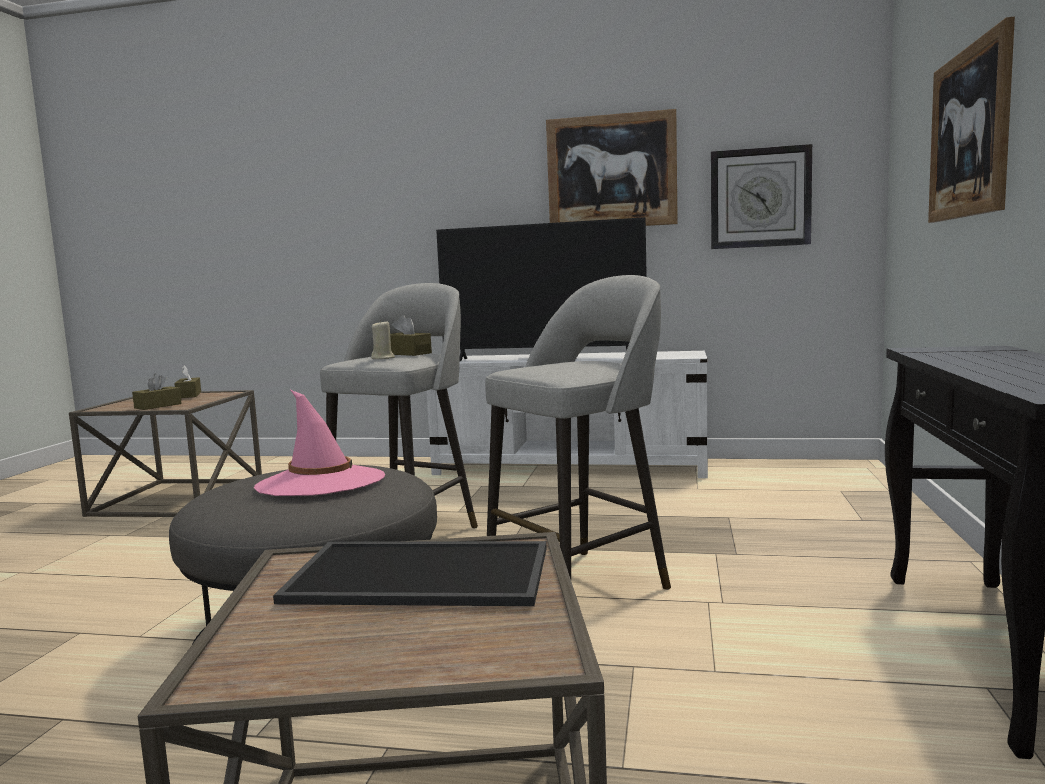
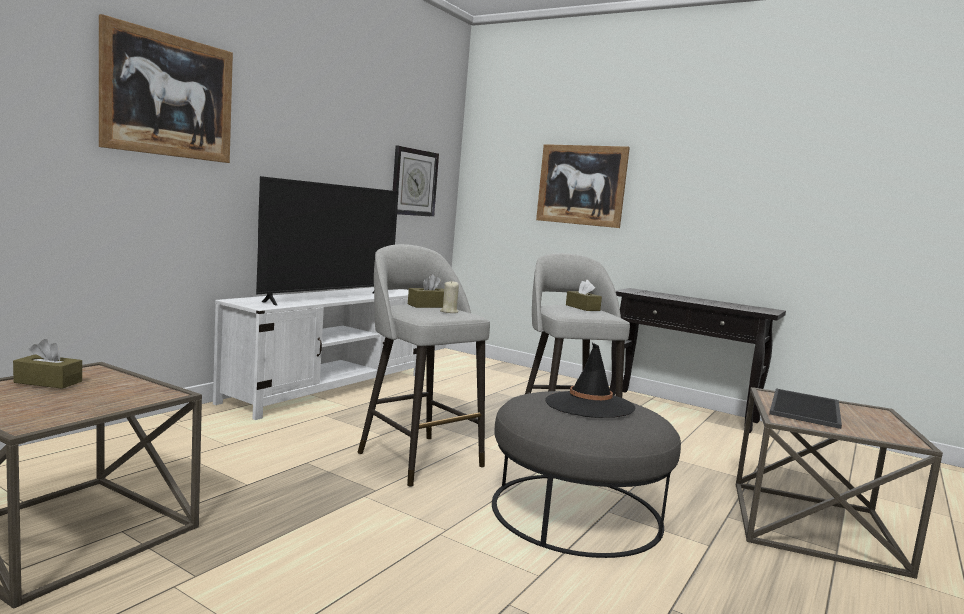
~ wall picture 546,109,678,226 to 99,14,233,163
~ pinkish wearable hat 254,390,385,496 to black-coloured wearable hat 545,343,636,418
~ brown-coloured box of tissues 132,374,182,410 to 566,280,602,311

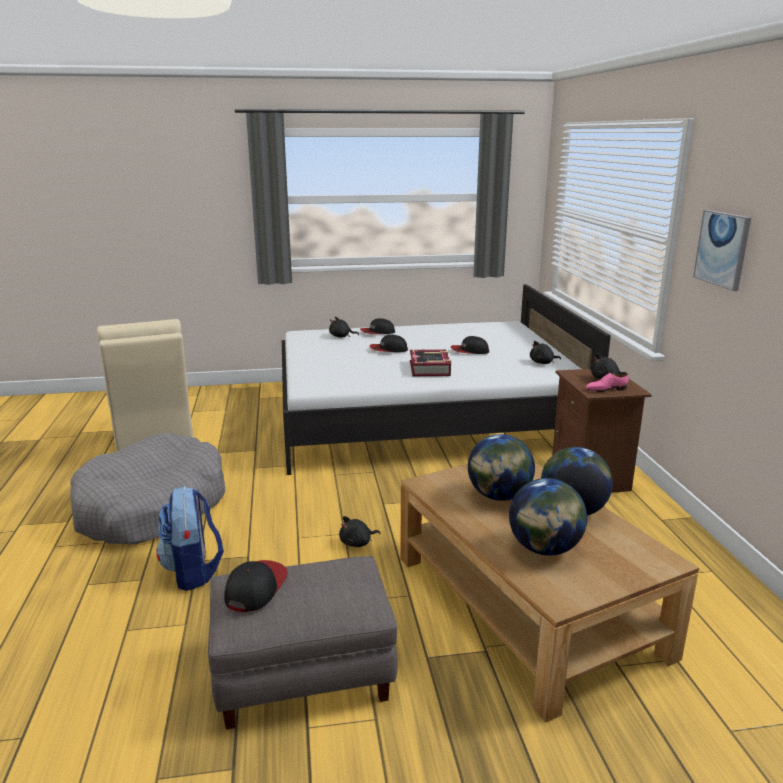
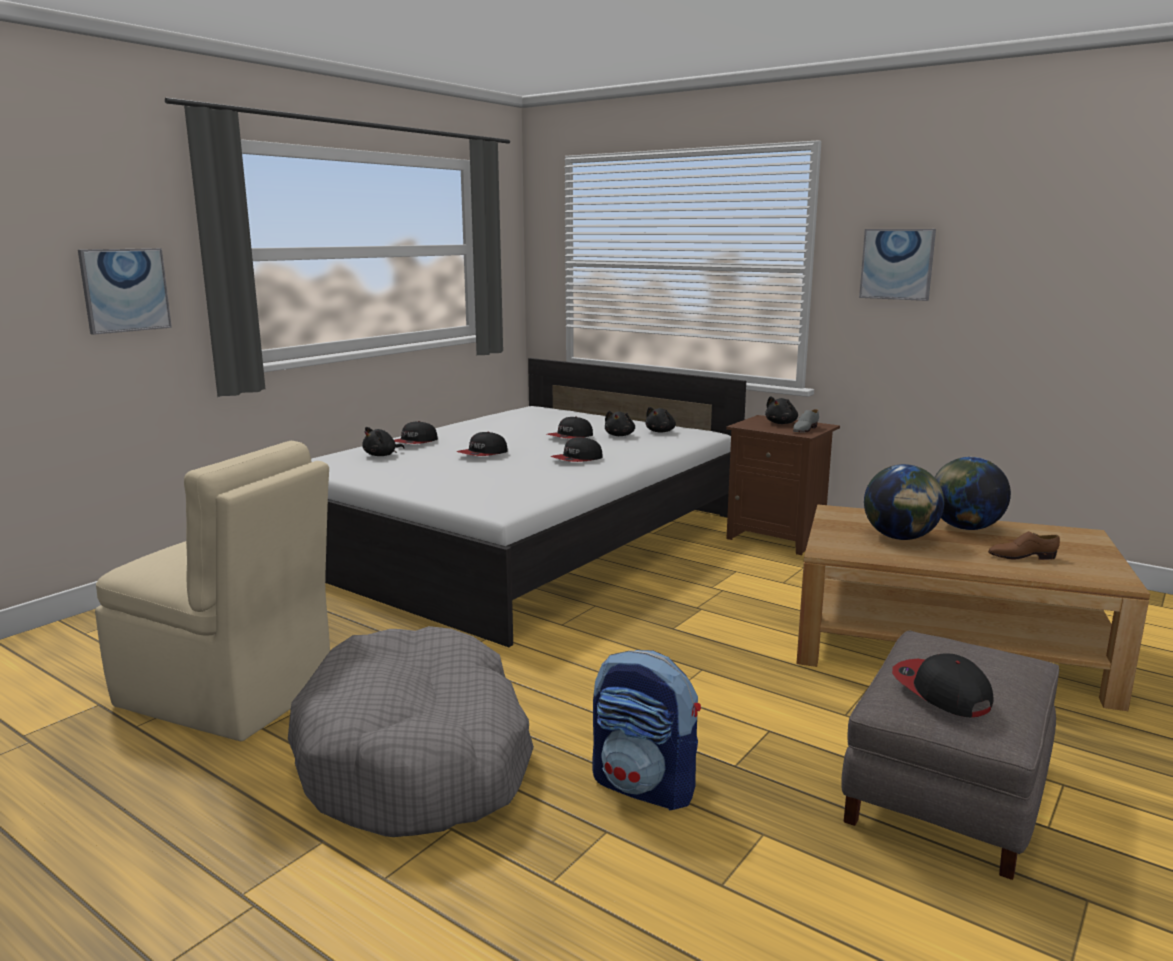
+ wall picture 78,248,172,335
~ volume 410,349,451,376 to peaked cap 551,437,603,462
~ black-coloured soft toy 339,516,380,547 to 605,411,635,436
~ pinkish low shoe 585,373,629,392 to greyish low shoe 793,409,819,433
~ globe 509,478,587,556 to brown-coloured low shoe 988,531,1060,560

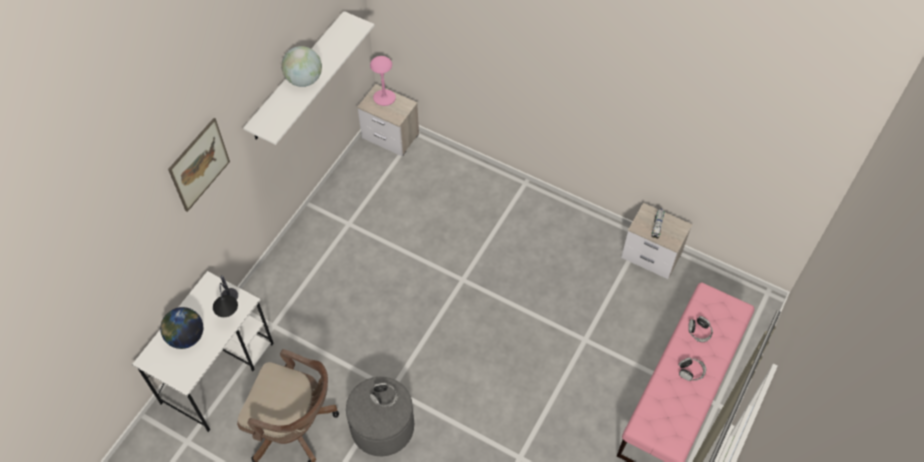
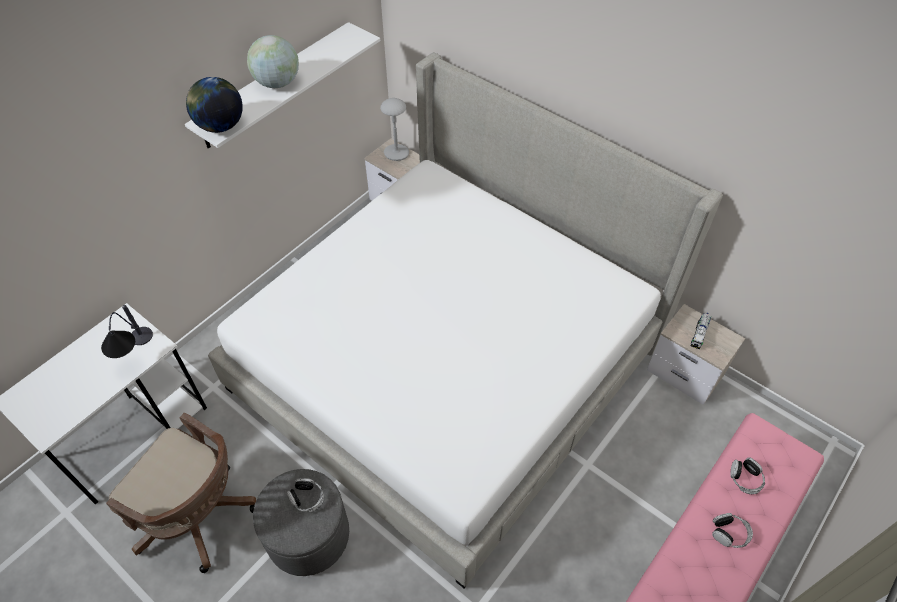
~ globe 160,307,203,349 to 186,77,243,133
+ bedroom bed 208,52,723,588
~ pinkish table lamp 370,56,396,106 to greyish table lamp 380,98,409,161
- wall picture 168,118,230,212

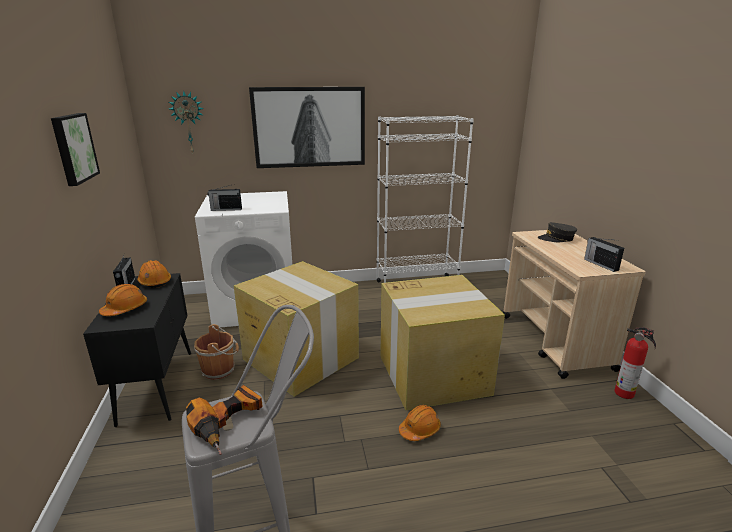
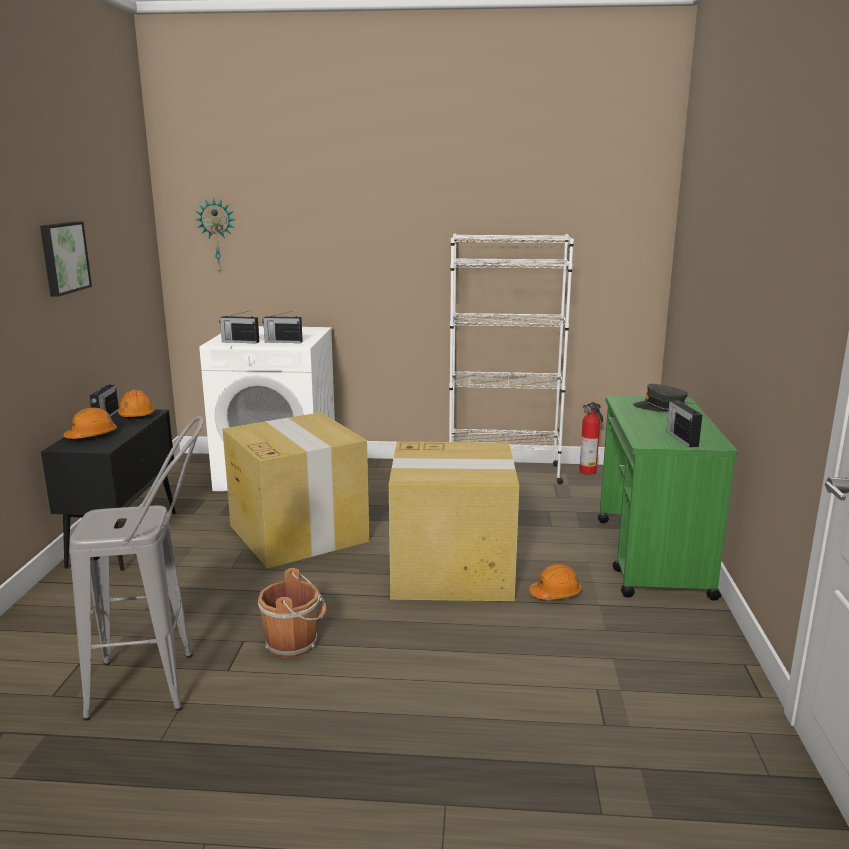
~ brown-coloured bucket 194,324,239,380 to 258,568,327,657
+ radio set 262,311,303,343
~ orange hard hat 399,405,441,441 to 529,564,582,600
~ fire extinguisher 614,327,656,399 to 579,402,603,475
~ beige-coloured wheeled cart 503,230,646,379 to green wheeled cart 598,396,738,601
- electric drill 186,385,263,455
- wall picture 249,87,365,168

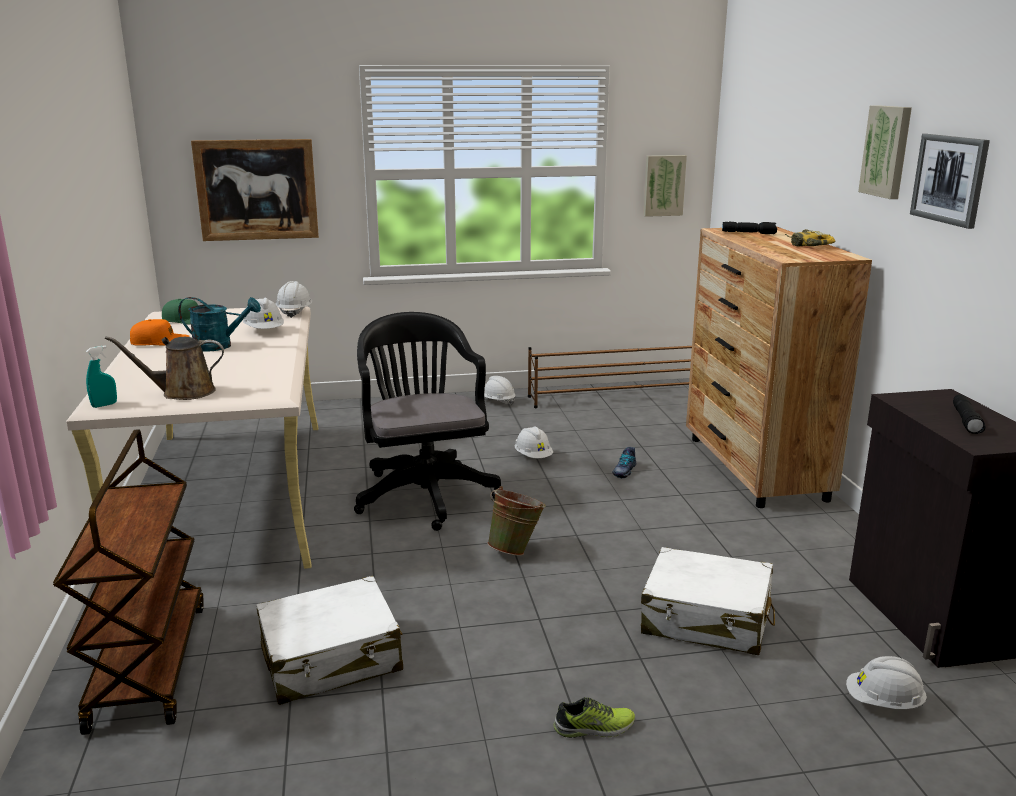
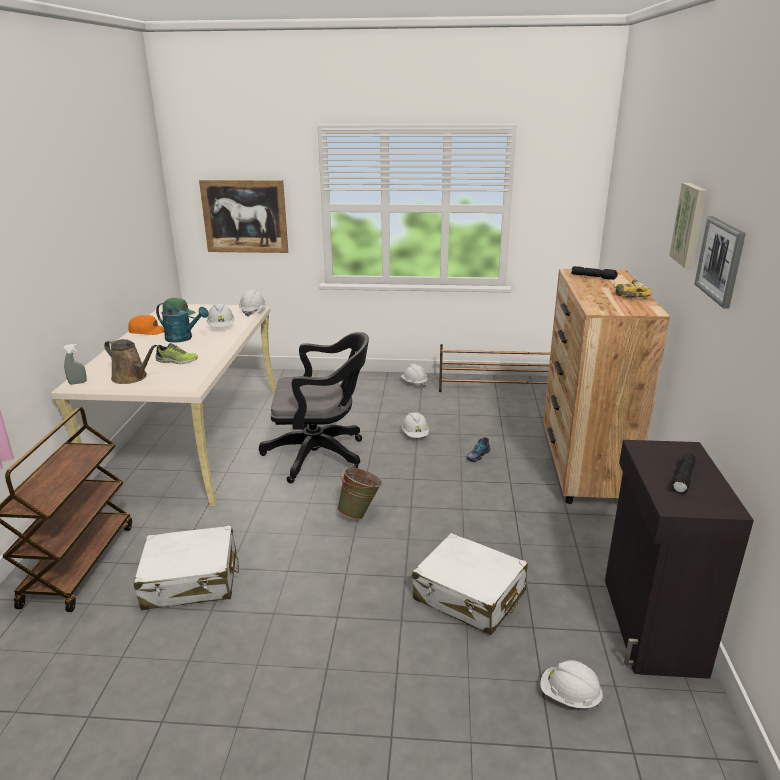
~ blue-green spray bottle 86,346,117,408 to greyish spray bottle 63,344,87,385
~ brown-coloured sprinkling can 105,336,224,400 = 104,339,157,384 150 degrees counterclockwise
~ low shoe 554,697,635,738 to 155,343,198,364
~ black-coloured office chair 354,312,501,531 = 259,332,369,484 90 degrees clockwise
- wall picture 643,155,687,217

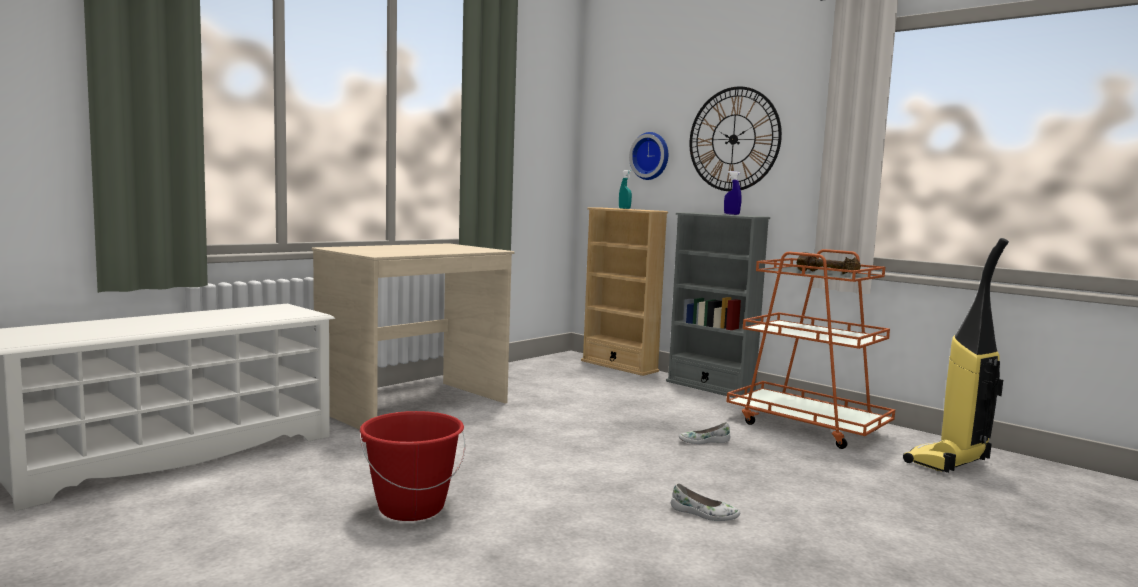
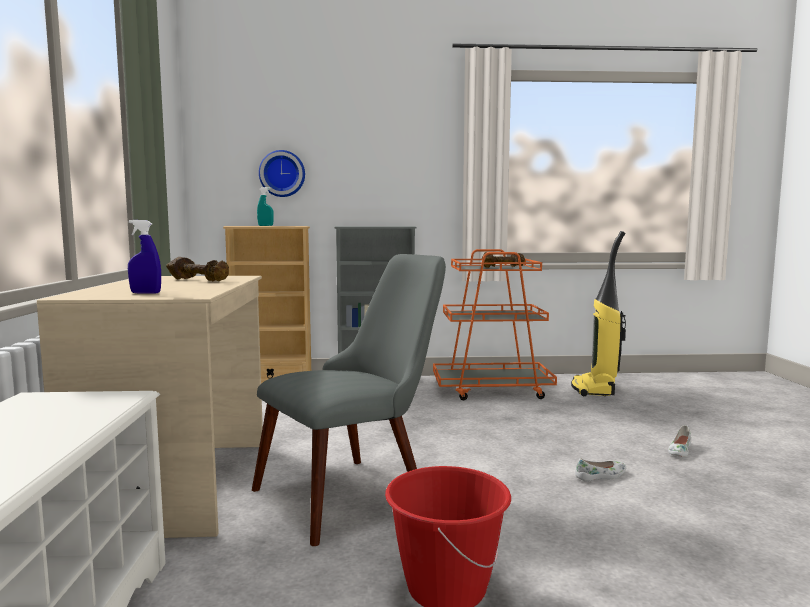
~ bluish spray bottle 724,171,741,215 to 128,220,161,294
+ brown-coloured dumbbell 166,257,229,281
+ greyish upright chair 252,254,446,546
~ white low shoe 679,422,730,444 to 668,425,691,457
- wall clock 689,86,782,191

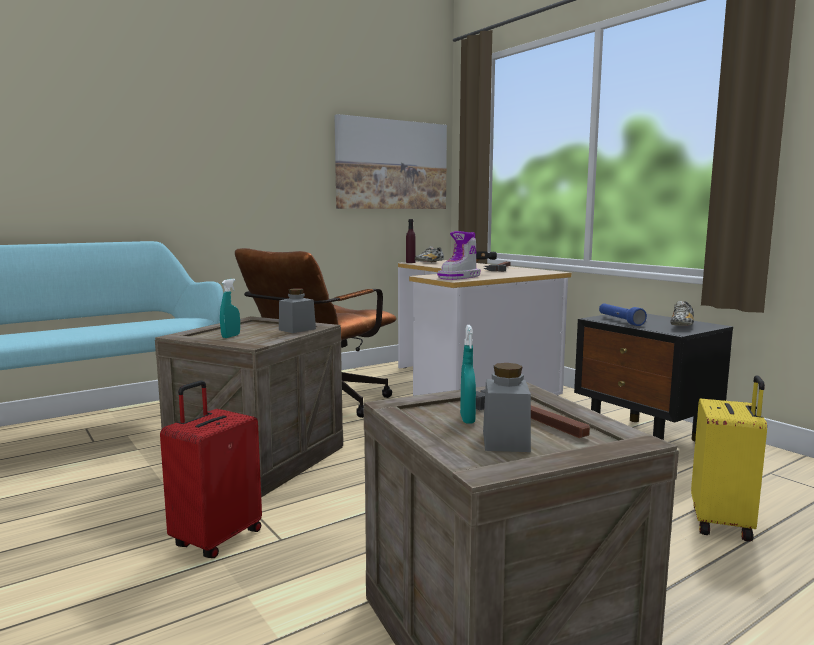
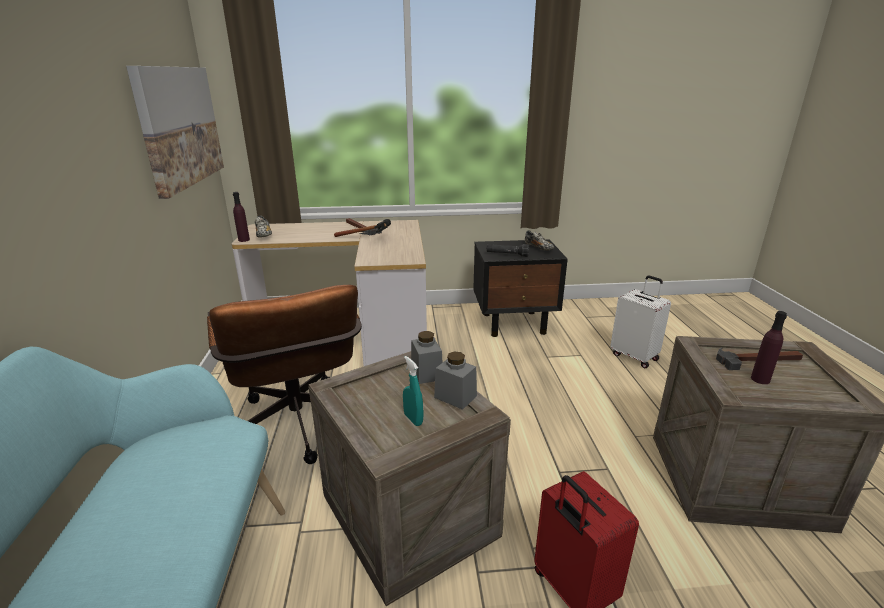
~ greyish storage jar 483,363,531,452 to 434,351,477,410
~ bluish hand torch 599,304,647,326 to black-coloured hand torch 487,244,529,257
~ yellow piece of luggage 691,375,767,542 to white piece of luggage 610,275,671,368
~ blue-green spray bottle 460,325,476,424 to purple-coloured beverage bottle 751,311,787,384
- tall boot 437,231,480,280

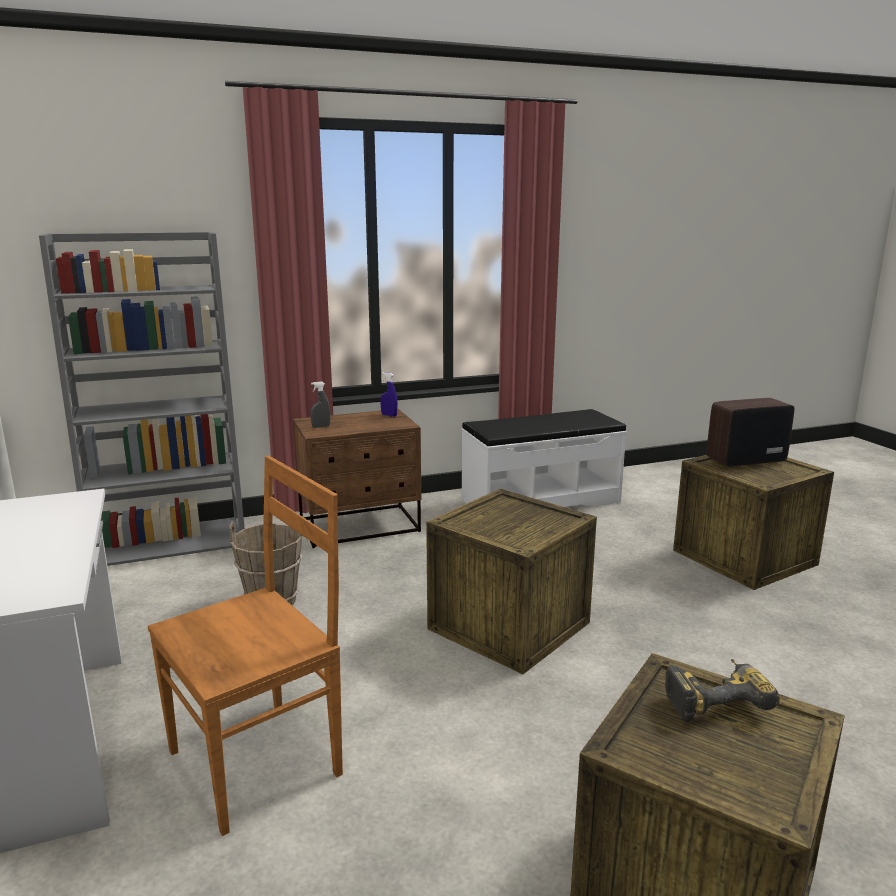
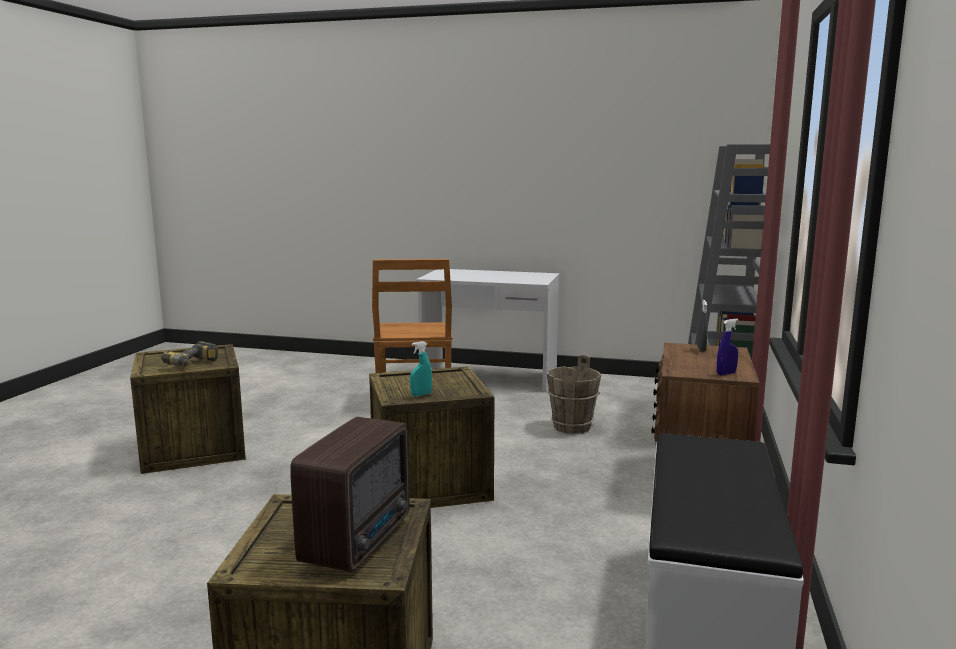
+ blue-green spray bottle 410,341,432,396

